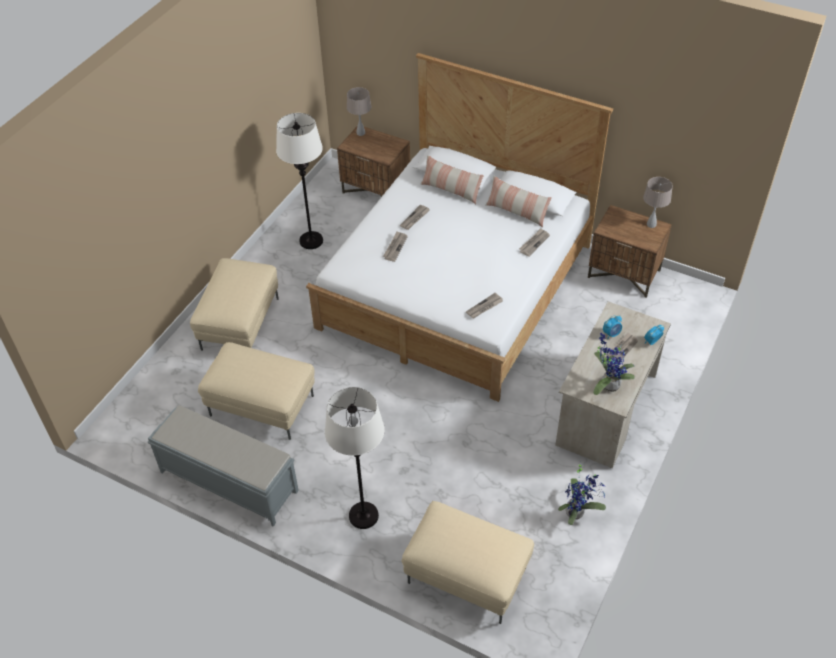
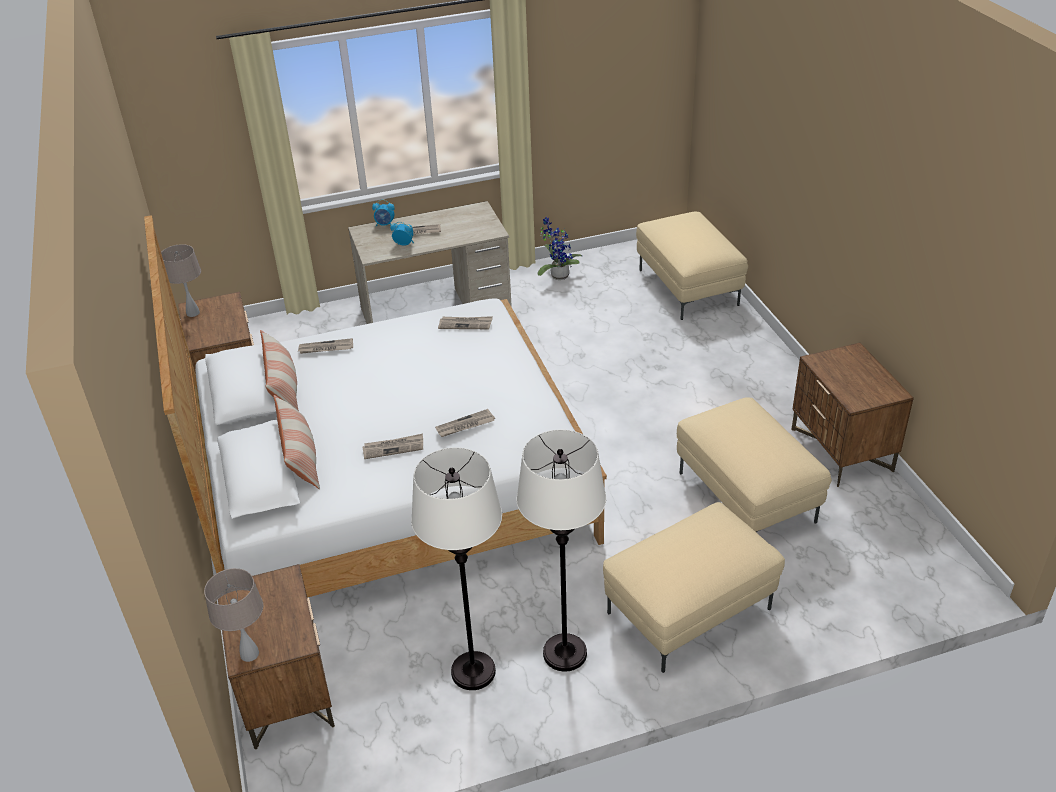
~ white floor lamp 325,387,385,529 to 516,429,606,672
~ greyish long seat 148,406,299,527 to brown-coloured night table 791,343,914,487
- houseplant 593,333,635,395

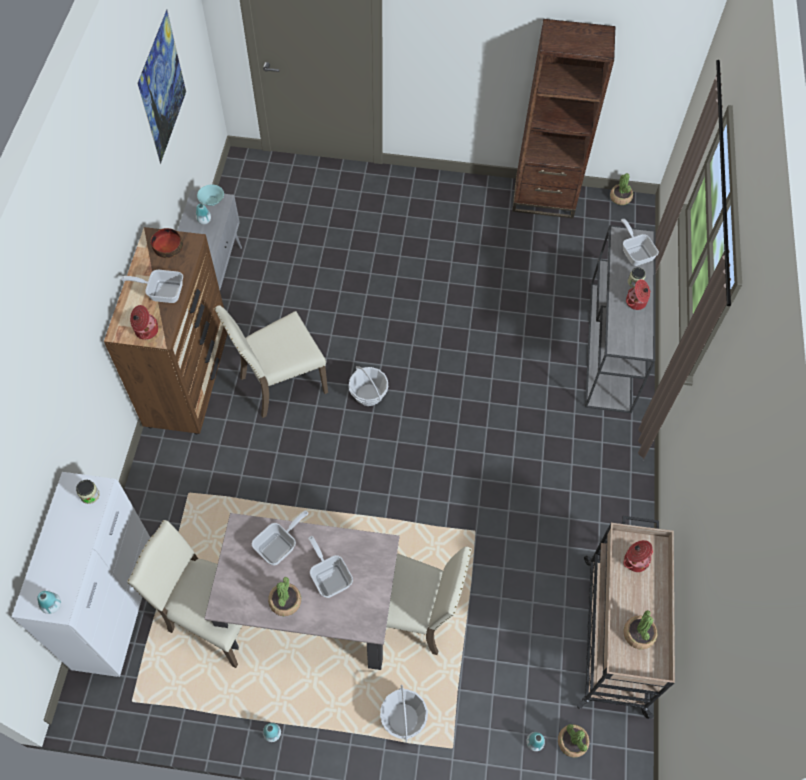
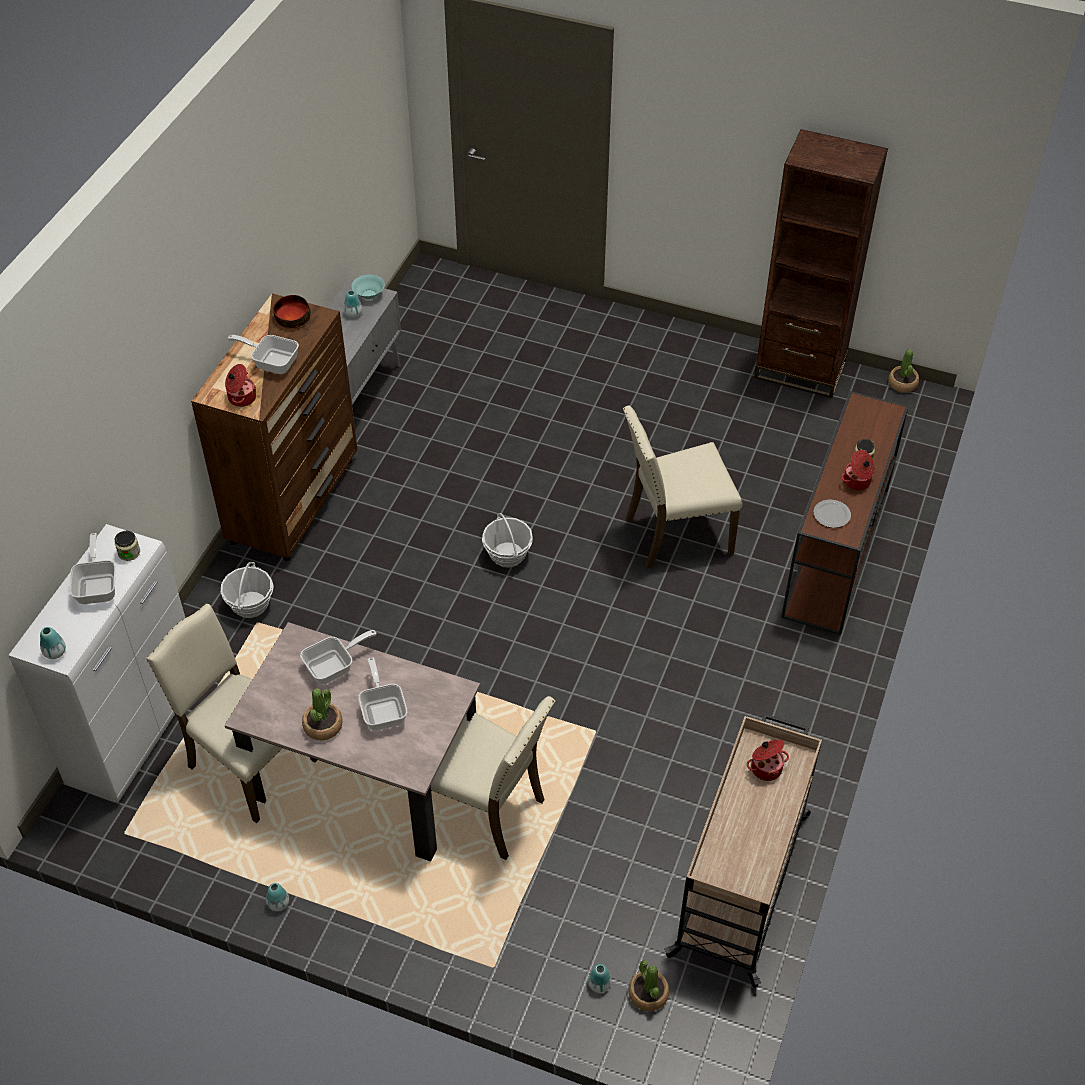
~ frying pan 621,219,659,266 to 70,533,116,604
~ household basket 380,685,428,742 to 221,562,274,618
~ beige-coloured upright chair 214,305,328,418 to 623,406,743,568
~ greyish hall table 585,225,656,413 to brown-coloured hall table 781,391,909,635
+ flat dish 814,500,851,528
- wall picture 137,9,186,164
- houseplant 624,610,657,650

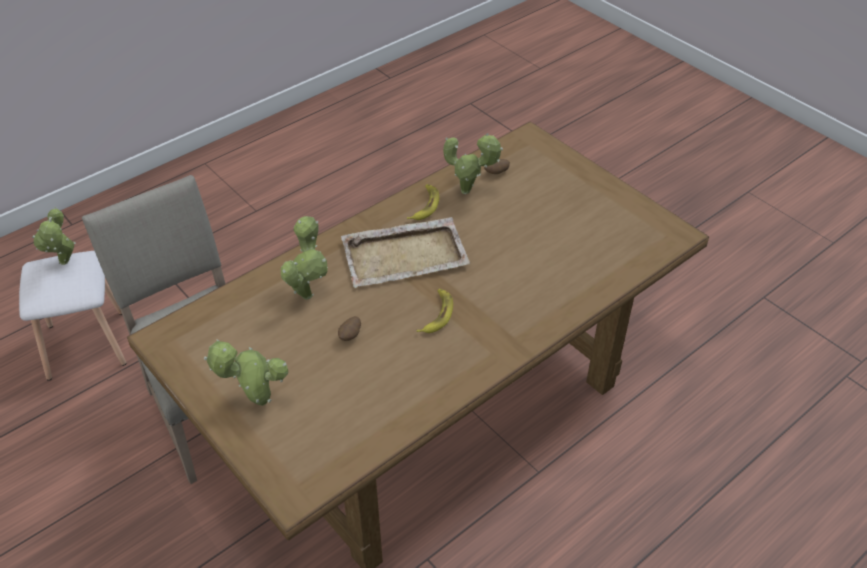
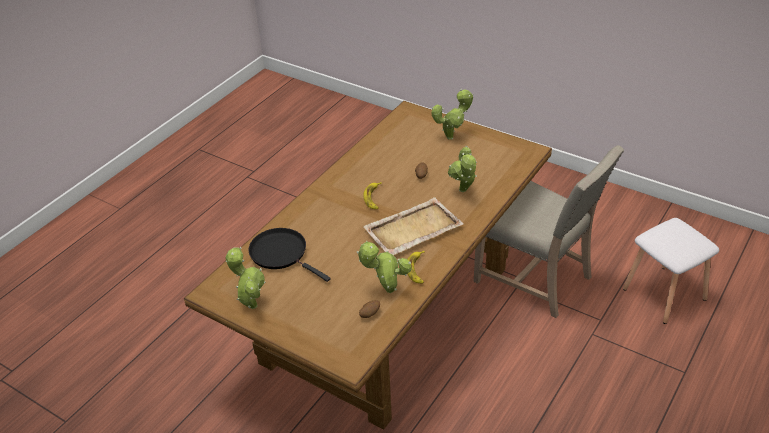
~ houseplant 32,207,76,265 to 225,247,265,309
+ black-coloured frying pan 248,228,331,282

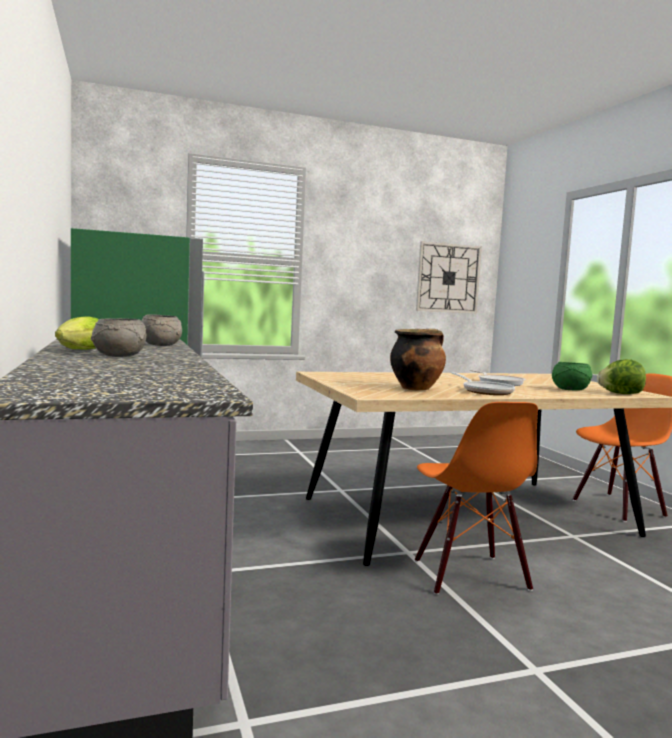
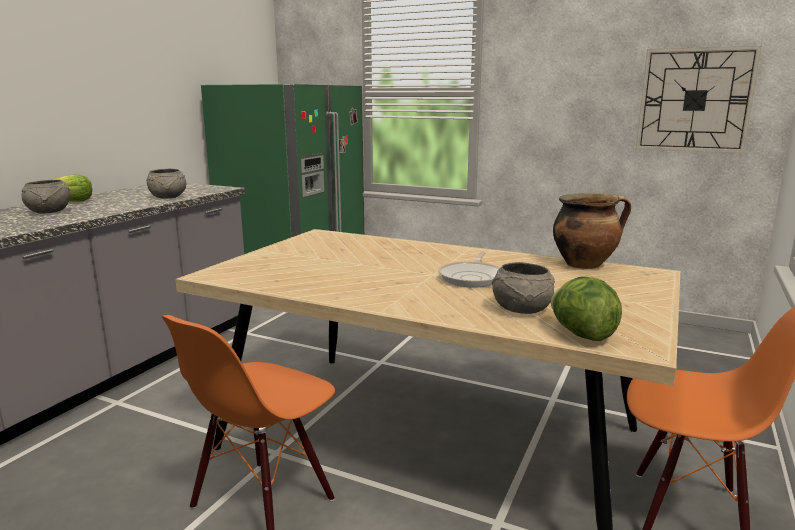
~ green bowl 552,362,592,390 to greyish bowl 492,262,555,314
~ saucepot 390,329,446,390 to 553,193,631,269
- frying pan 452,372,515,395

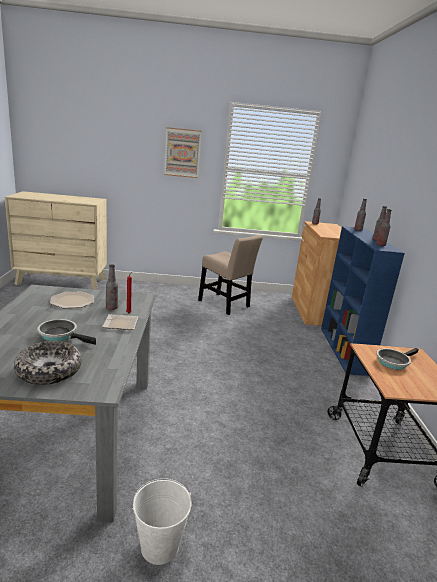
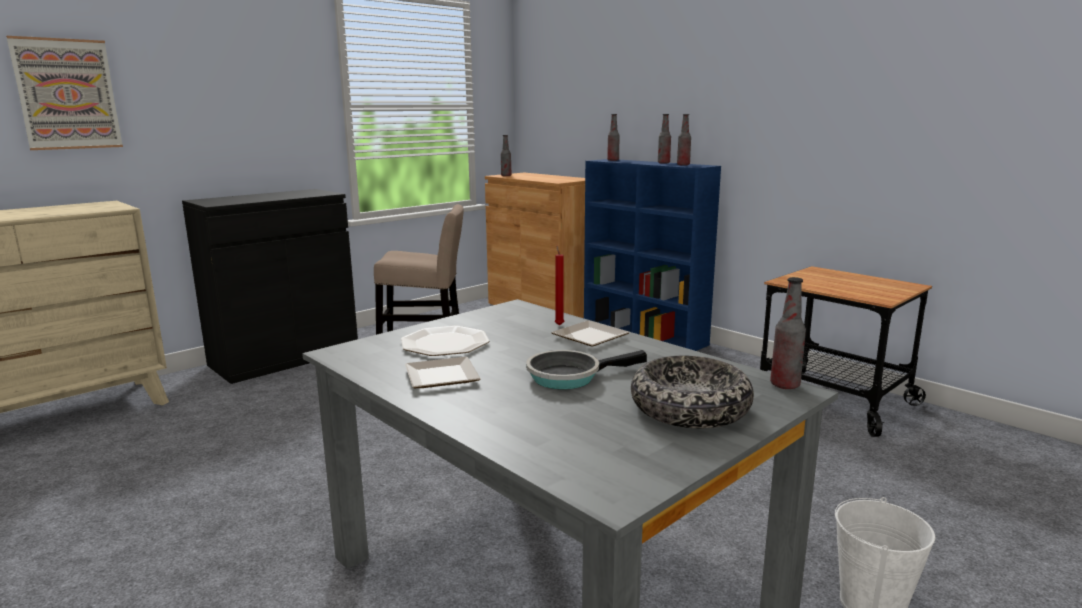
~ wall picture 164,127,202,178 to 6,36,123,150
+ black-coloured cupboard 182,189,358,384
+ flat dish 405,357,481,388
~ beverage bottle 106,264,118,310 to 770,277,806,389
- frying pan 376,348,419,370

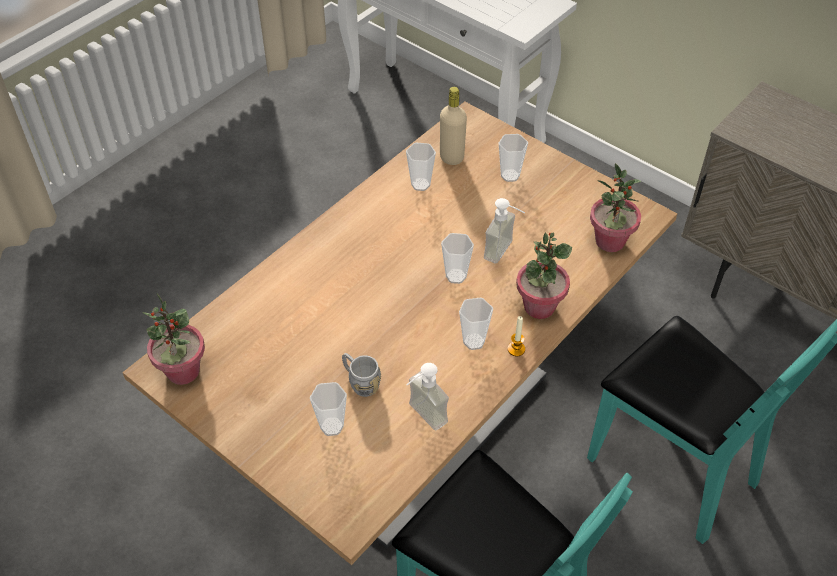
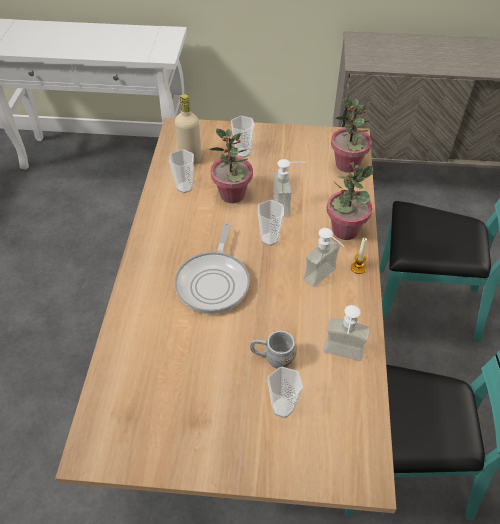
+ frying pan 175,223,250,314
~ houseplant 142,293,205,385 to 209,128,253,203
~ small cup 459,298,493,350 to soap bottle 304,228,344,287

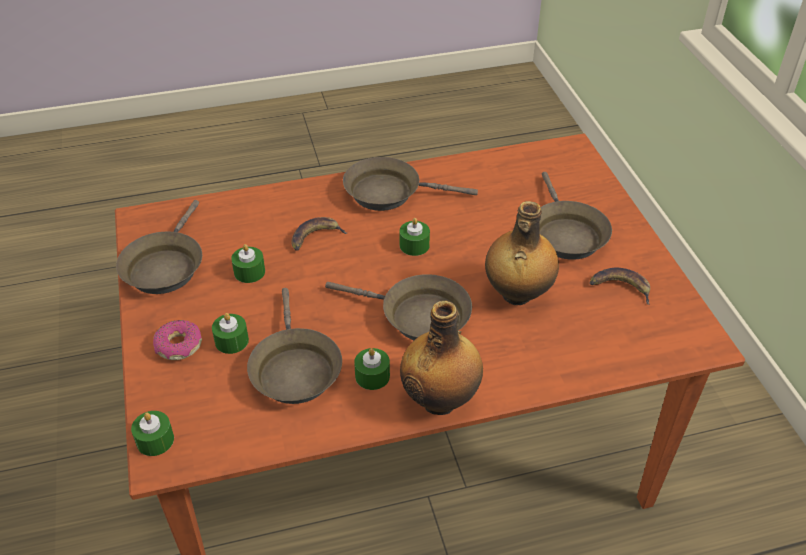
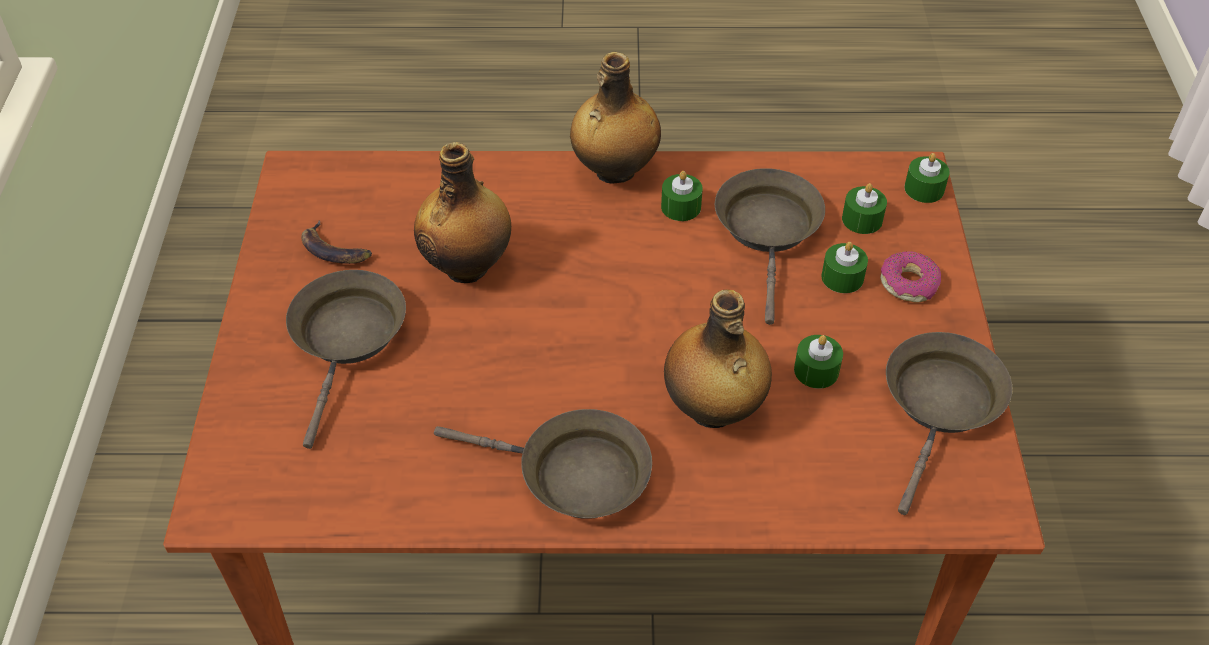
~ banana 291,217,347,251 to beverage bottle 664,290,772,428
~ green wax candle 400,218,430,256 to 842,183,887,234
- brown-coloured frying pan 325,274,472,340

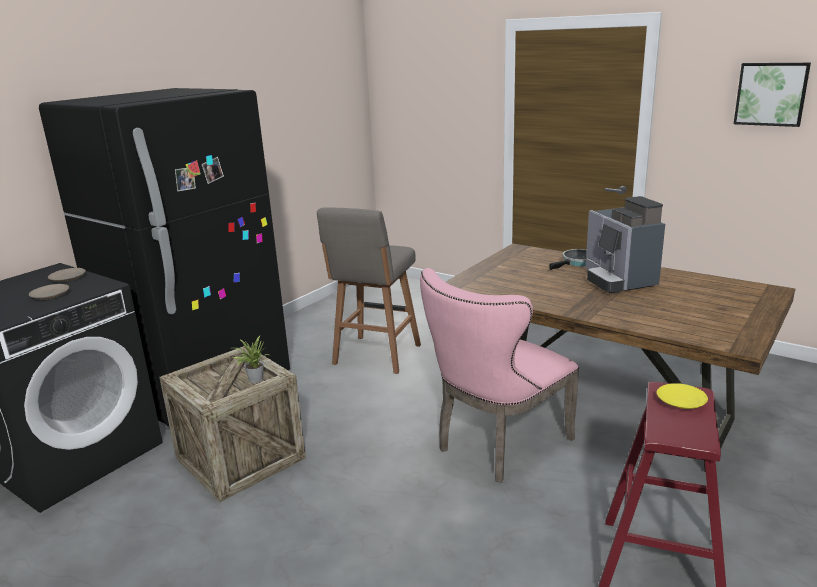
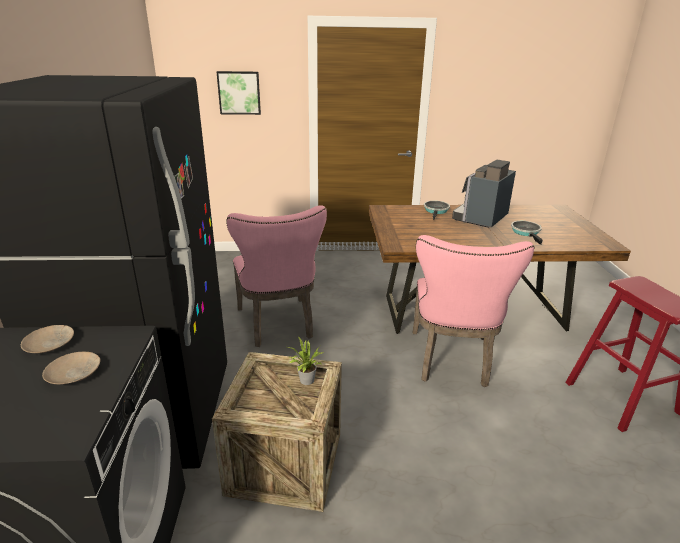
~ wall picture 734,63,811,127 to 217,71,261,115
~ greyish stool 317,207,421,374 to pinkish upright chair 226,205,327,347
~ coffee brewer 586,196,665,293 = 452,160,516,228 90 degrees clockwise
+ frying pan 511,221,543,245
- yellow flat dish 657,383,708,409

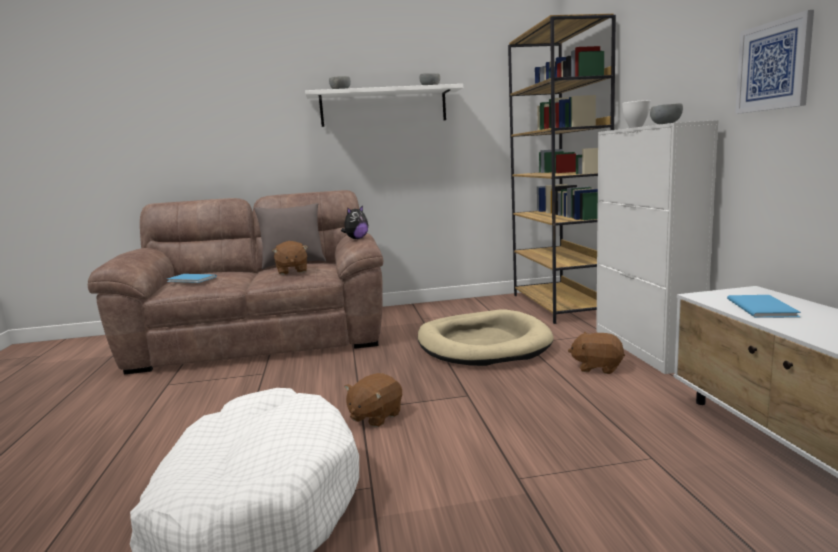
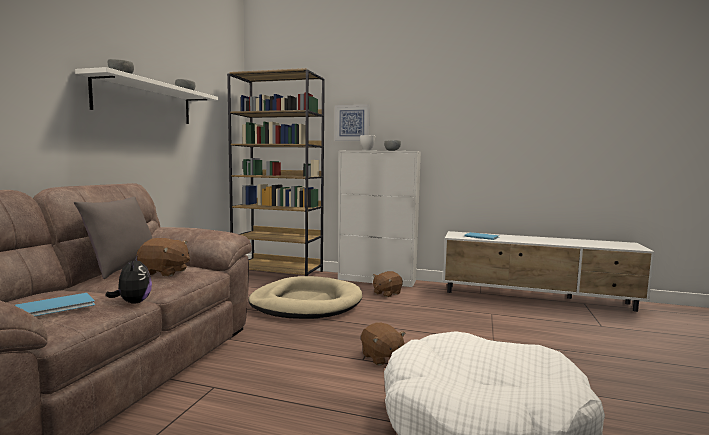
~ soft toy 341,206,368,239 to 106,255,152,304
~ wall picture 735,10,814,114 to 335,104,370,141

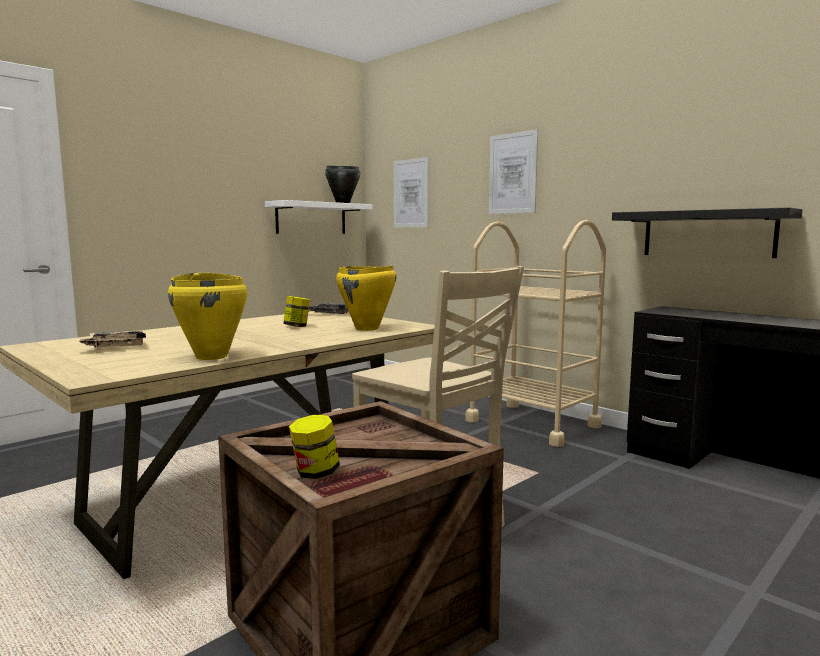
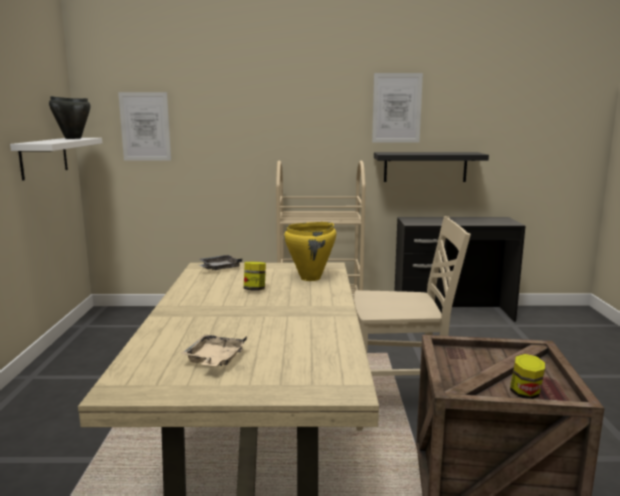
~ wall picture 489,129,538,214 to 372,73,423,142
- yellow saucepot 168,273,248,360

